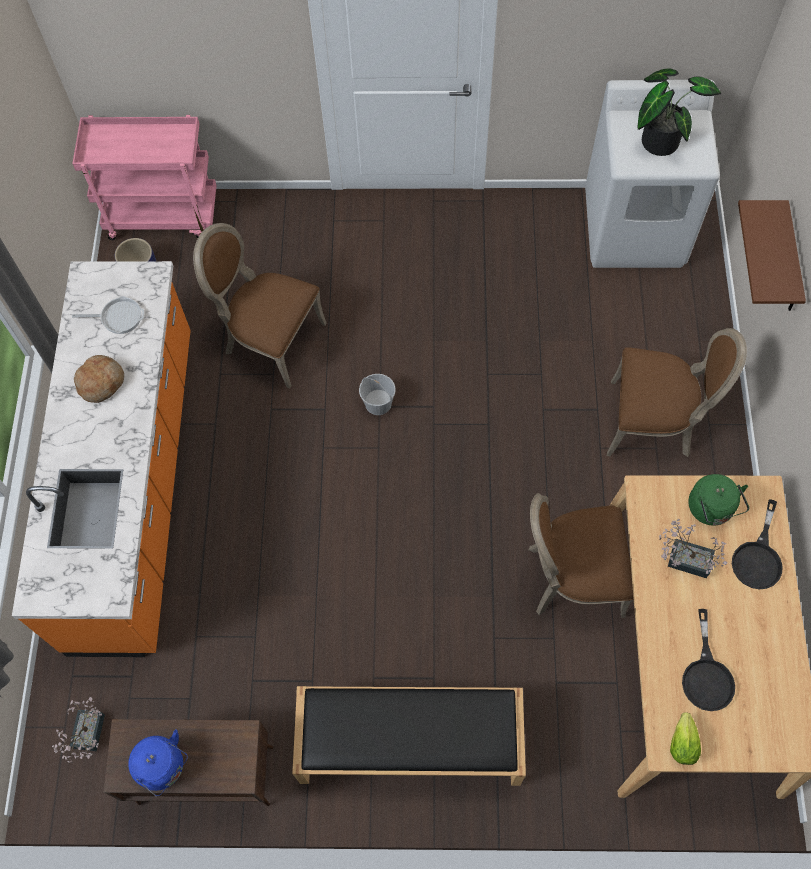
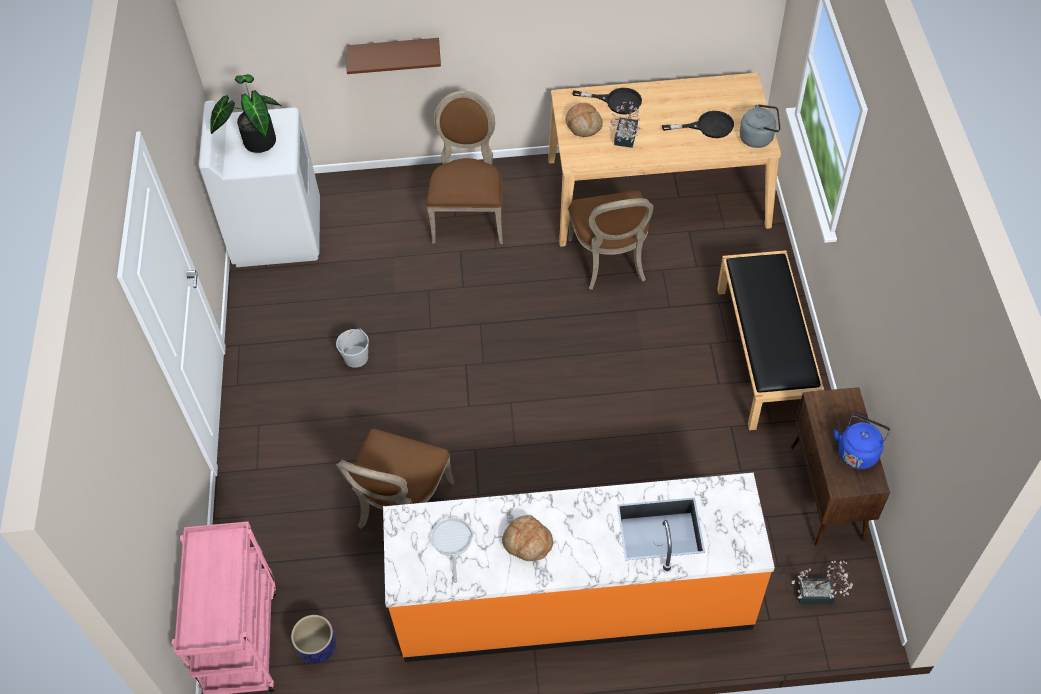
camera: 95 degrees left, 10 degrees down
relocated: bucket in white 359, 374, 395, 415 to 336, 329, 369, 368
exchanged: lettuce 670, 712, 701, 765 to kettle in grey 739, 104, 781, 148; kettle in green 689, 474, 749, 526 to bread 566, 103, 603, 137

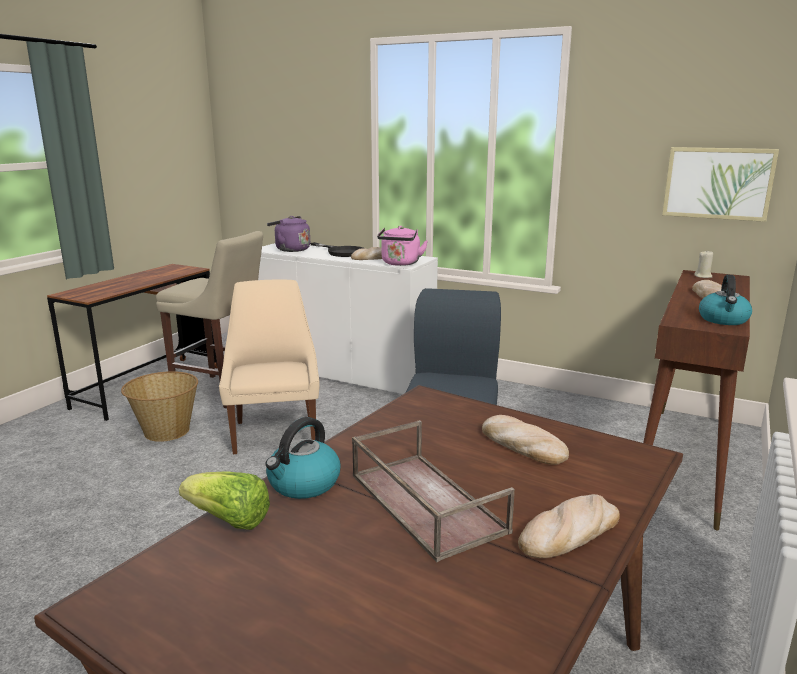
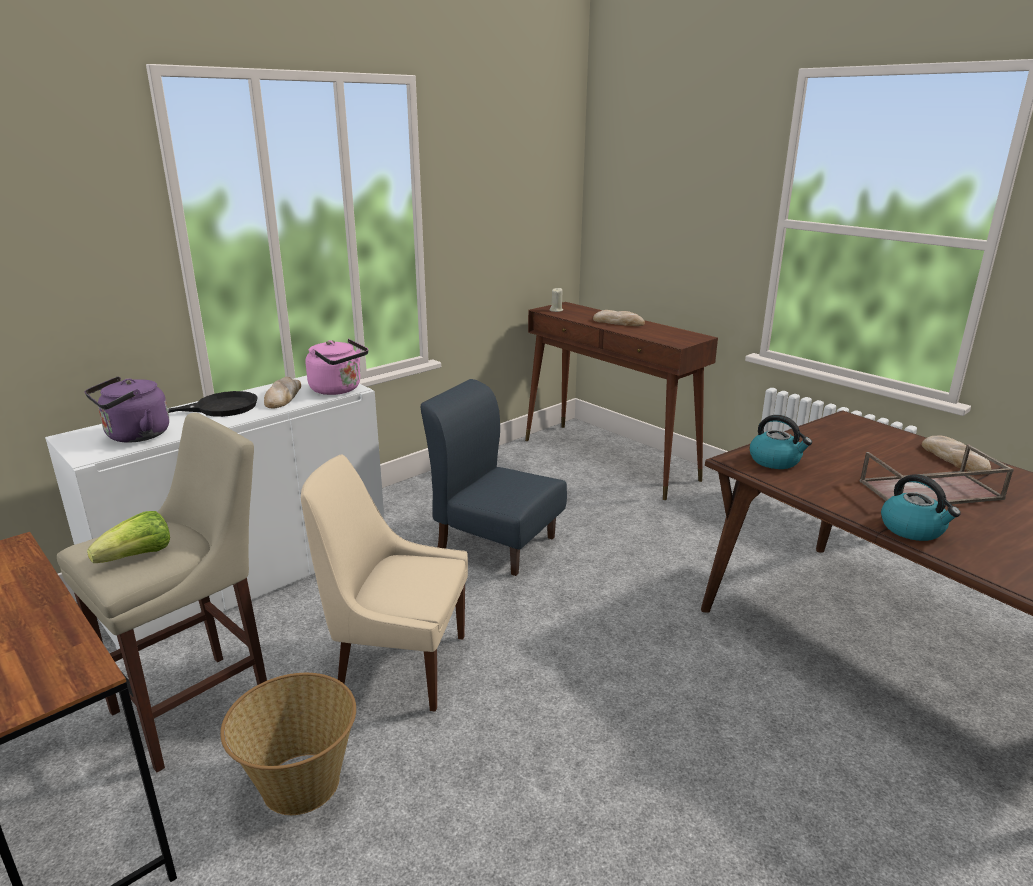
camera: 70 degrees left, 5 degrees up
missing: bread 482, 415, 569, 465; picture 662, 147, 779, 222
relocated: lettuce 179, 471, 270, 530 to 87, 511, 170, 563; kettle 699, 275, 752, 325 to 750, 415, 812, 469

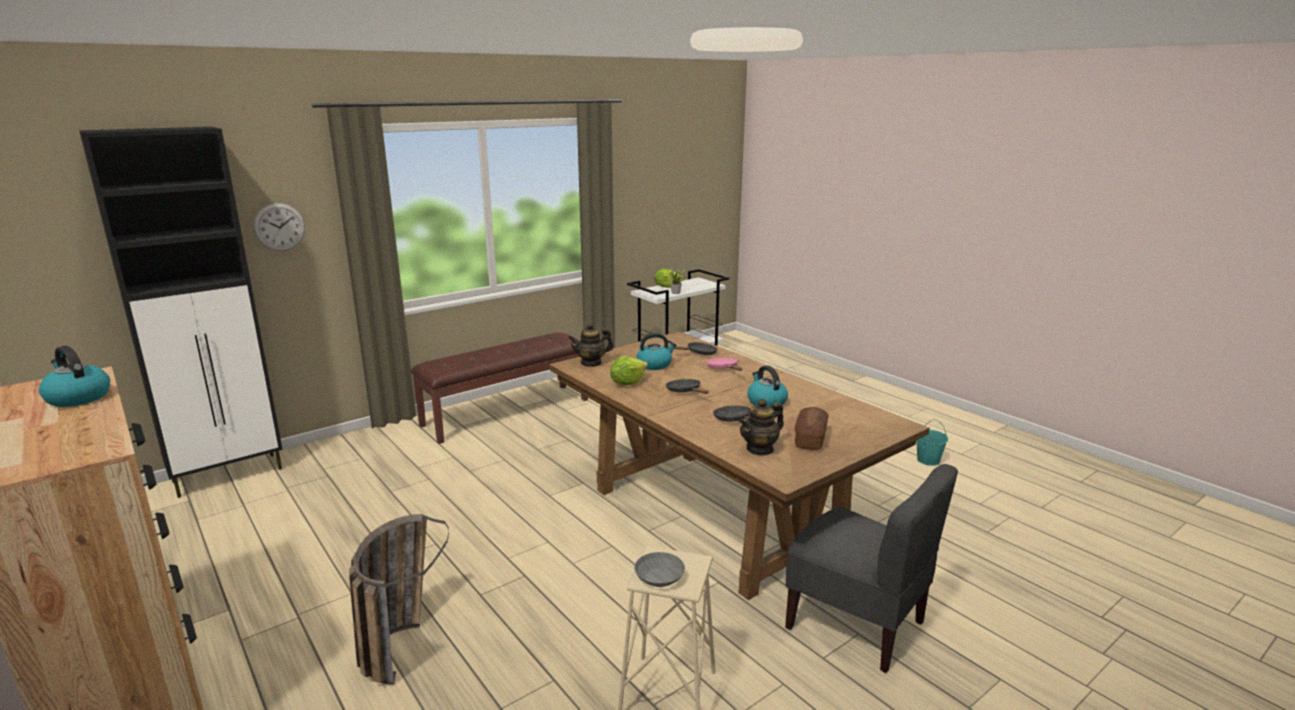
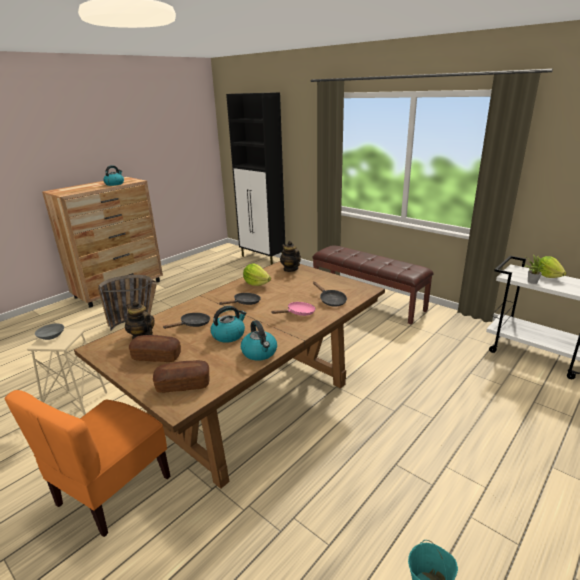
camera: 80 degrees right, 5 degrees up
missing: wall clock 253, 203, 305, 251
appeared: bread 153, 360, 209, 393
relocated: kettle 636, 333, 676, 370 to 241, 320, 277, 361
colour: chair in grey 785, 464, 958, 673 to chair in orange 4, 390, 170, 537

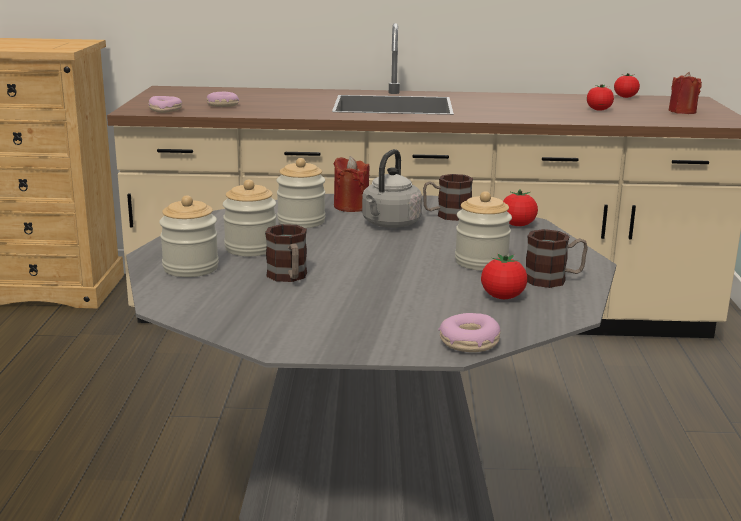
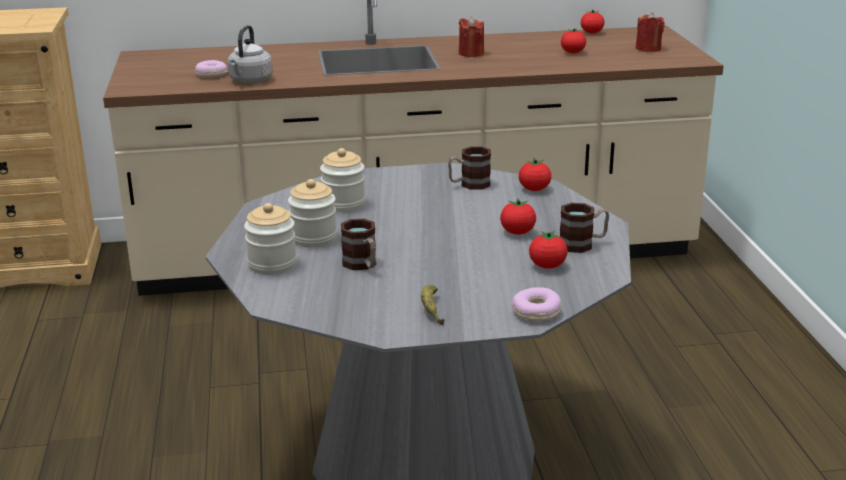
camera: 10 degrees left, 5 degrees up
missing: donut 148, 96, 182, 113
appeared: banana 421, 285, 444, 325
relocated: candle in red 334, 156, 369, 212 to 459, 17, 484, 57; kettle in grey 362, 149, 422, 228 to 228, 25, 273, 83
exchanged: jar 455, 191, 512, 271 to tomato 500, 198, 536, 235

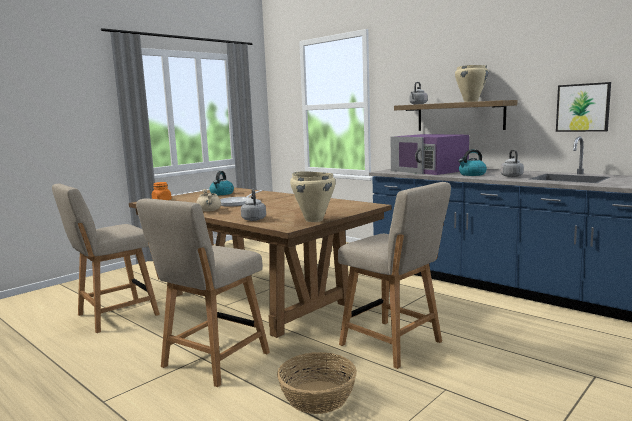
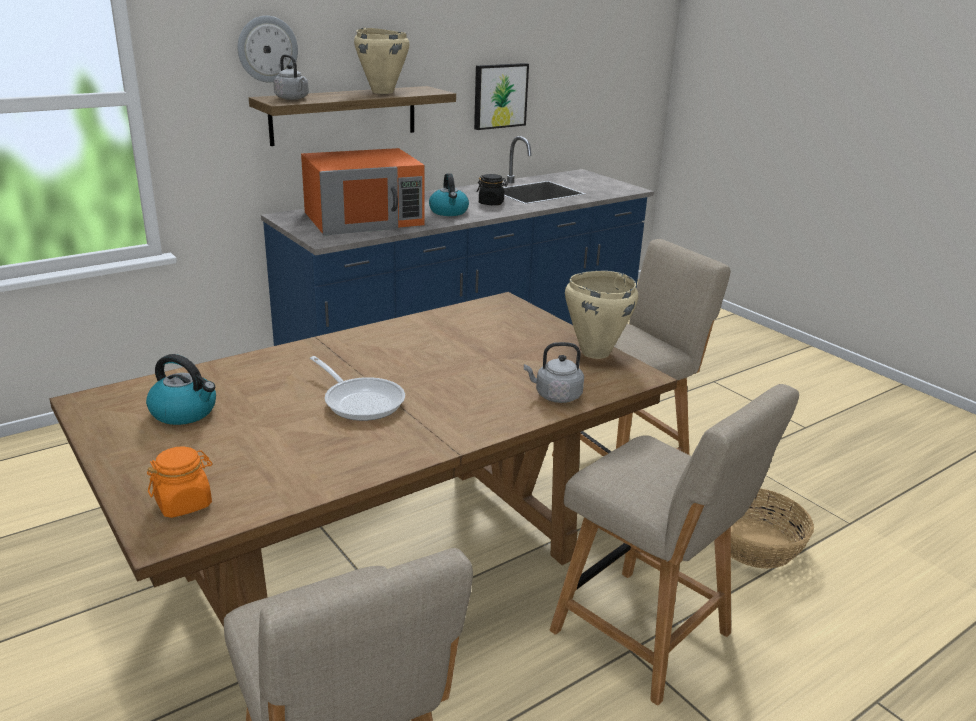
camera: 80 degrees left, 15 degrees up
missing: cooking pot in beige 196, 189, 221, 211
appeared: wall clock 238, 16, 298, 82
exchanged: kettle in grey 501, 150, 524, 177 to jar in black 477, 174, 508, 205
colour: microwave in purple 391, 134, 469, 175 to microwave in orange 301, 148, 425, 236

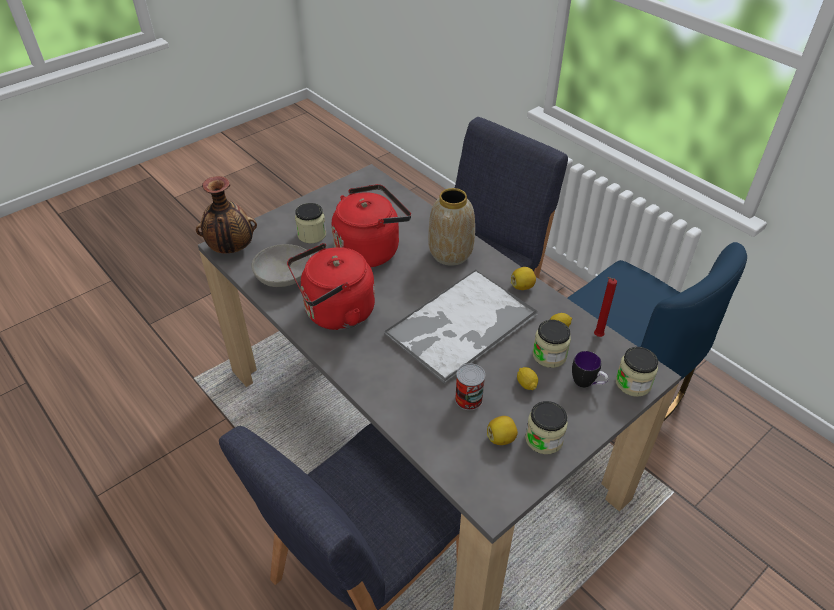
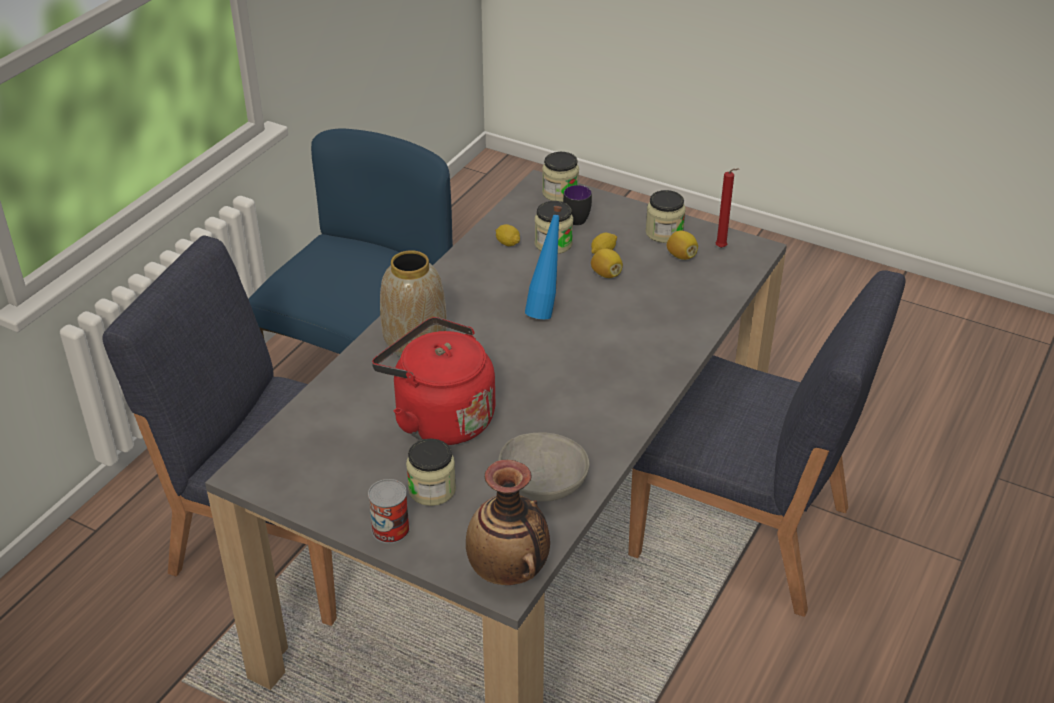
camera: 110 degrees left, 5 degrees down
missing: kettle in red 287, 243, 375, 330
relocated: can 455, 363, 485, 410 to 368, 479, 410, 544; lemon 511, 267, 536, 290 to 591, 248, 623, 278; candle in red 594, 277, 617, 337 to 716, 168, 739, 248
exchanged: tray 384, 270, 537, 384 to bottle in blue 525, 206, 562, 319

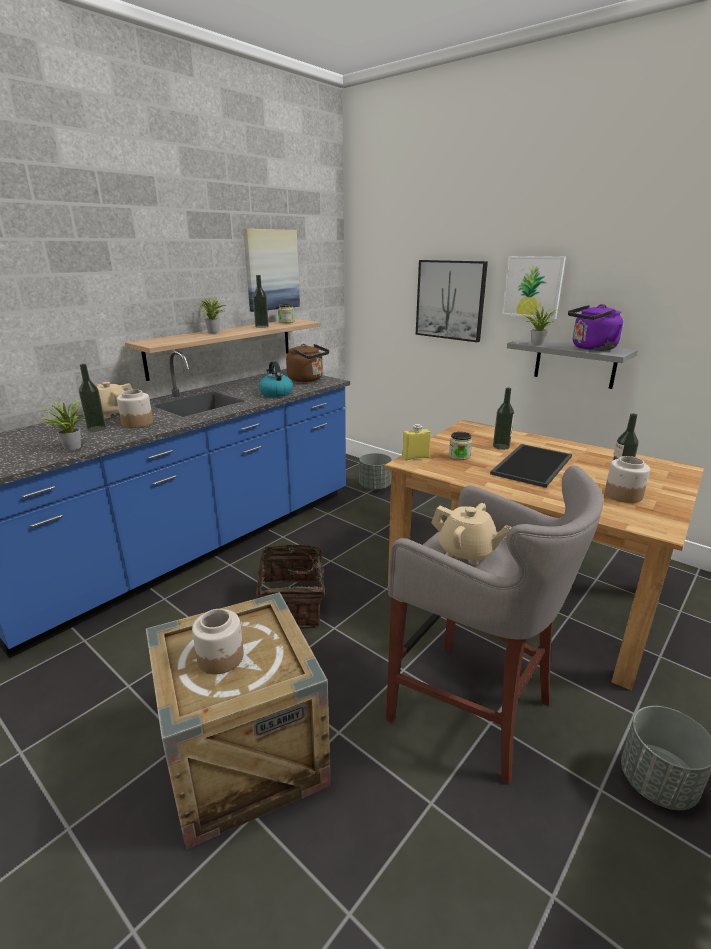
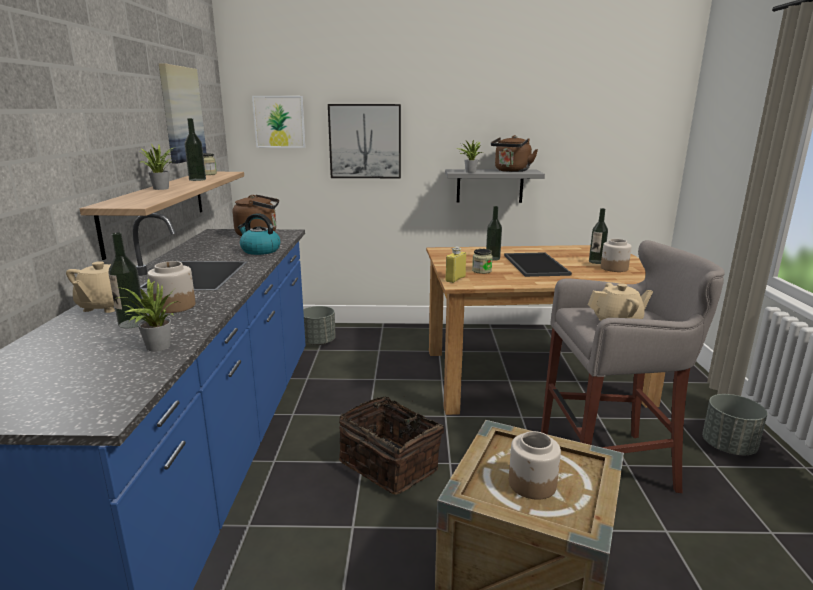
camera: 40 degrees left, 5 degrees down
relocated: picture 502, 256, 566, 319 to 252, 96, 306, 148
colour: kettle in purple 568, 304, 623, 351 to kettle in brown 491, 135, 538, 172

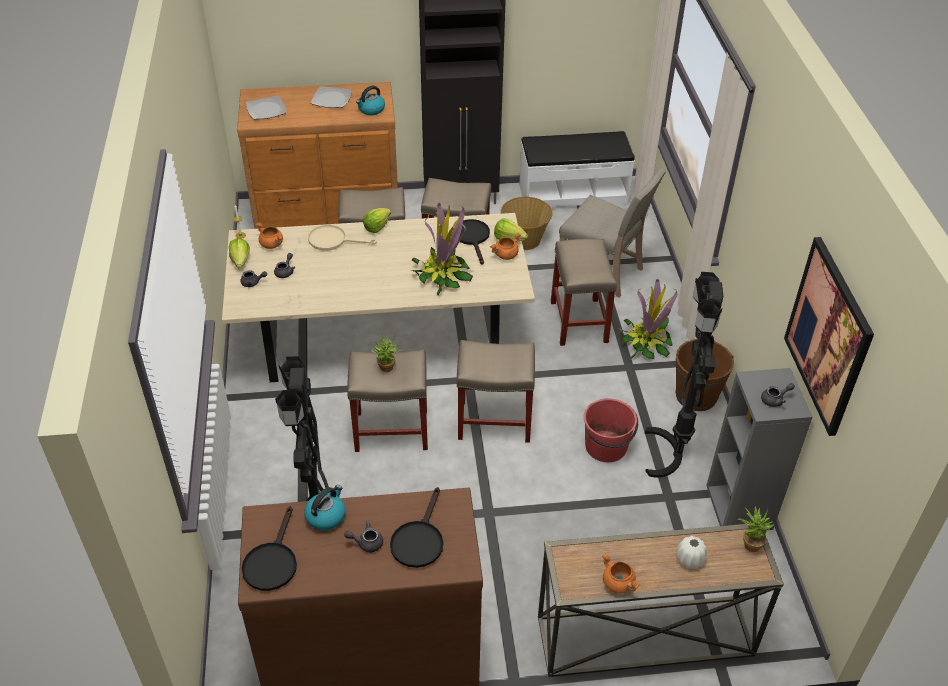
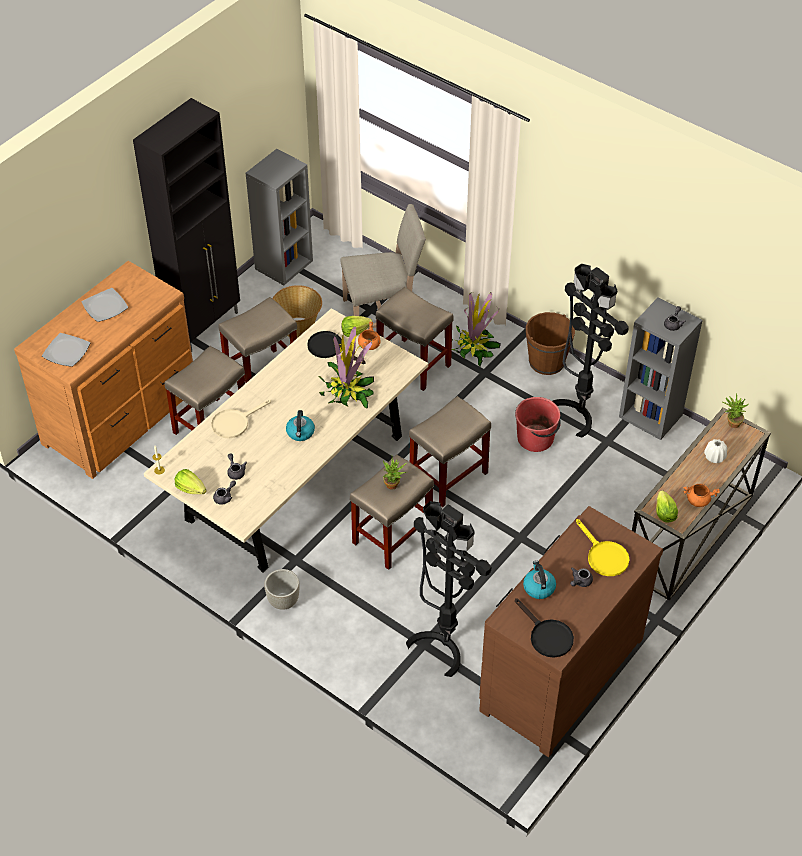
camera: 45 degrees left, 5 degrees up
missing: cooking pot in orange 256, 223, 283, 249; picture 784, 237, 874, 436
appeared: planter in grey 264, 569, 300, 610
relocated: kettle 356, 86, 385, 115 to 286, 410, 315, 441; lettuce 363, 208, 391, 233 to 656, 490, 678, 522
exchanged: bench in white 519, 131, 635, 209 to bookcase in grey 246, 149, 313, 285
colour: frying pan in black 390, 487, 443, 568 to frying pan in yellow 576, 519, 630, 576

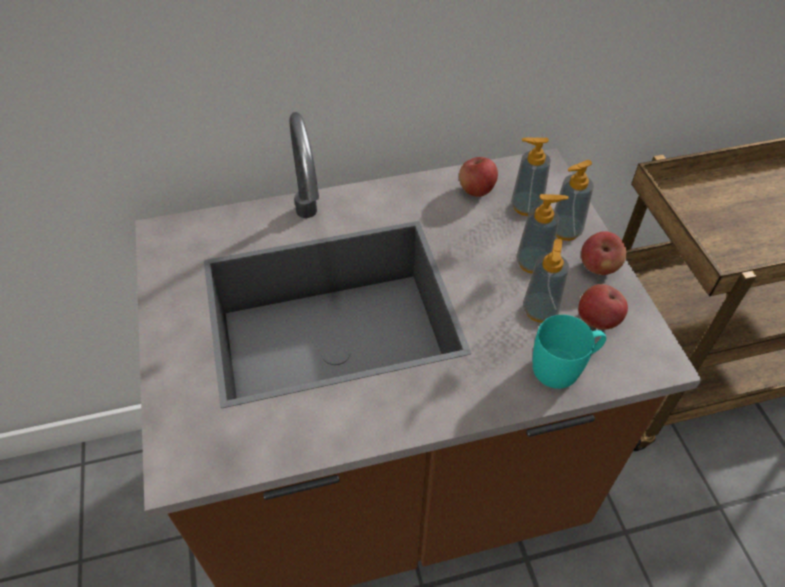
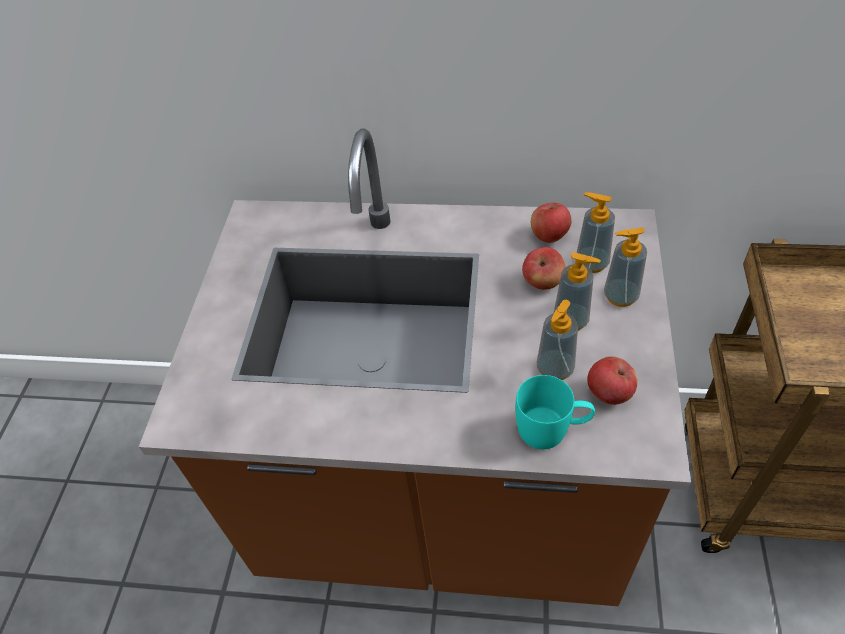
camera: 25 degrees right, 0 degrees up
relocated: apple 581, 231, 627, 275 to 522, 247, 565, 290

